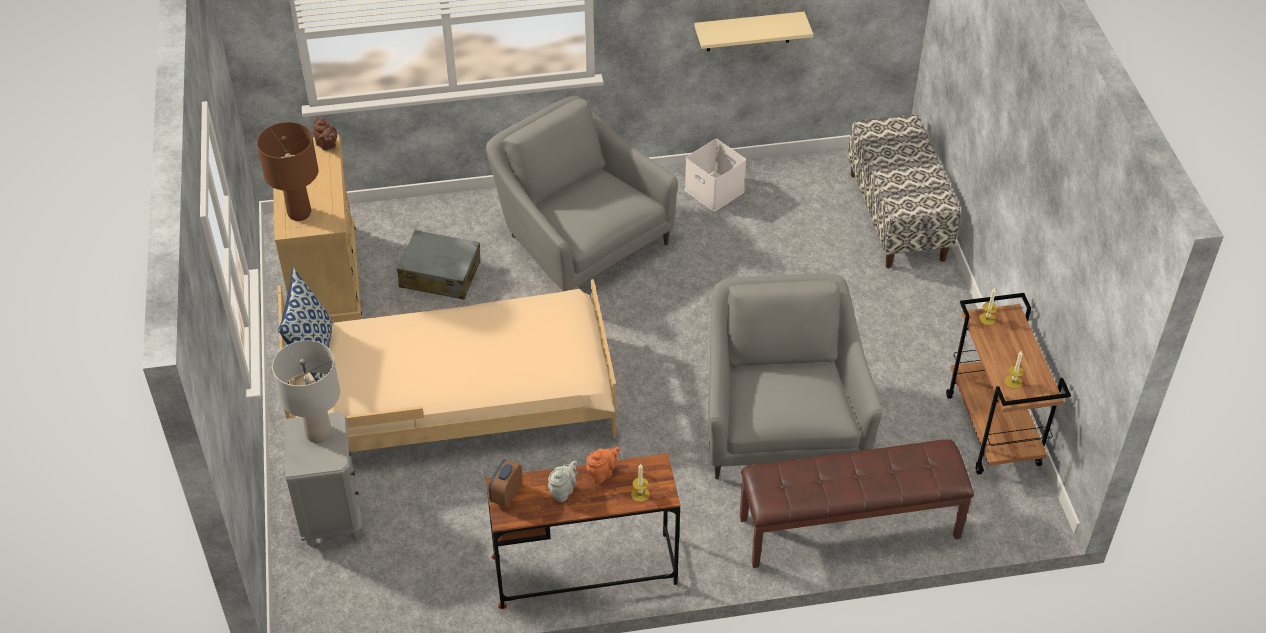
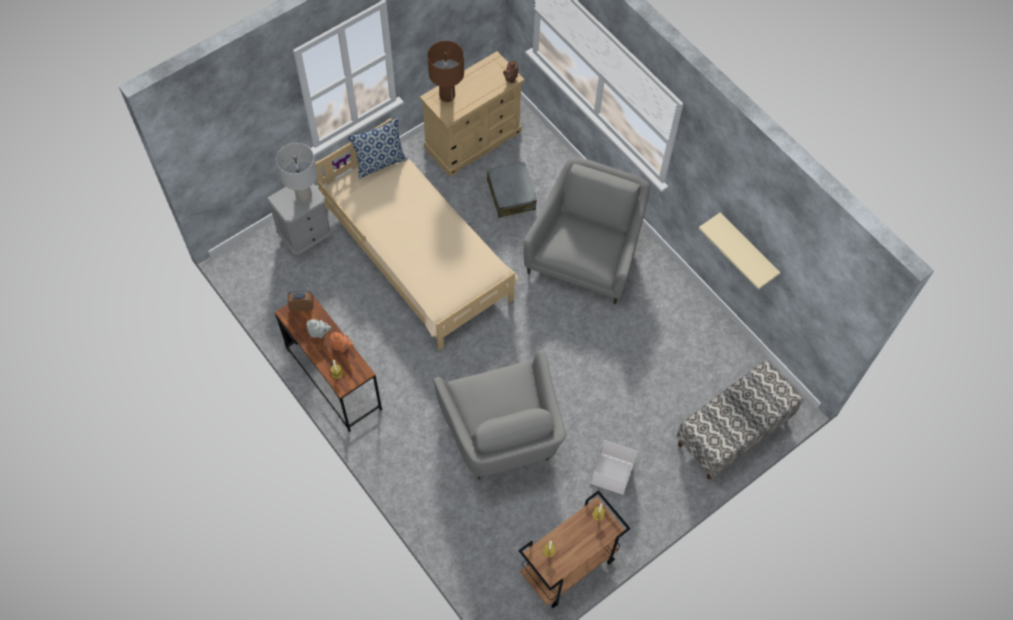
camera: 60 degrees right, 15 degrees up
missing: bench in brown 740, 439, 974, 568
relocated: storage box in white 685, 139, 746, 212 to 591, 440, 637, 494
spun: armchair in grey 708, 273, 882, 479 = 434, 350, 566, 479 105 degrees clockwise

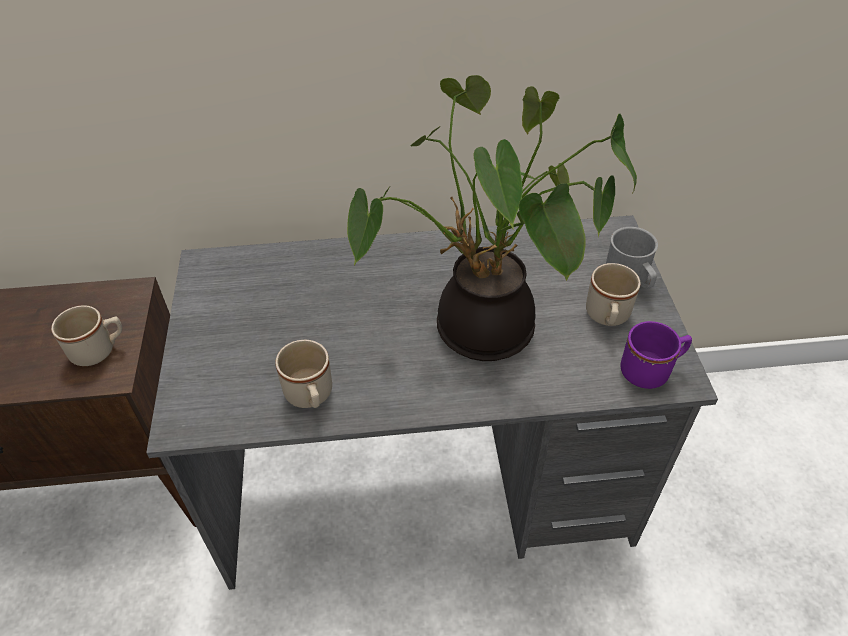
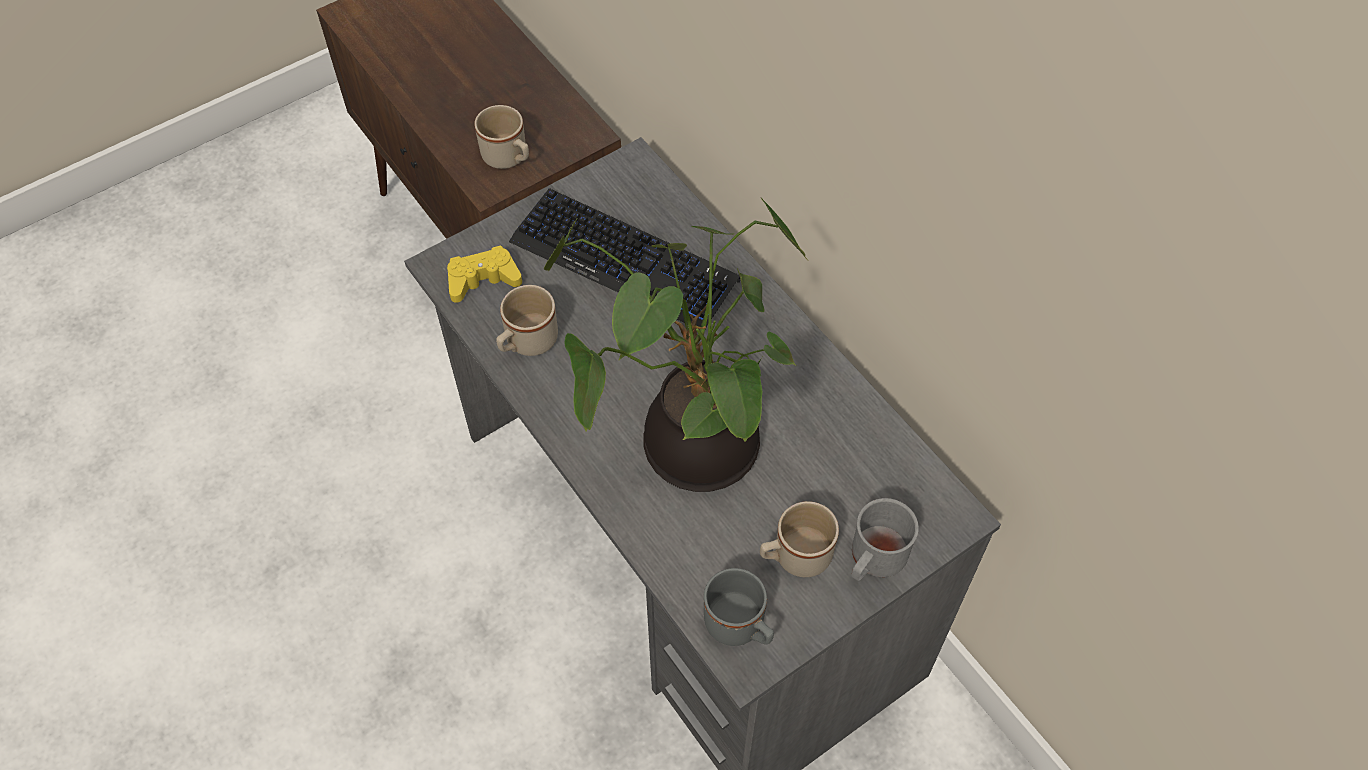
camera: 60 degrees right, 10 degrees up
appeared: game controller in yellow 447, 245, 522, 303; keyboard 509, 188, 740, 329
colour: mug in purple 620, 321, 692, 389 to mug in grey 704, 568, 774, 646

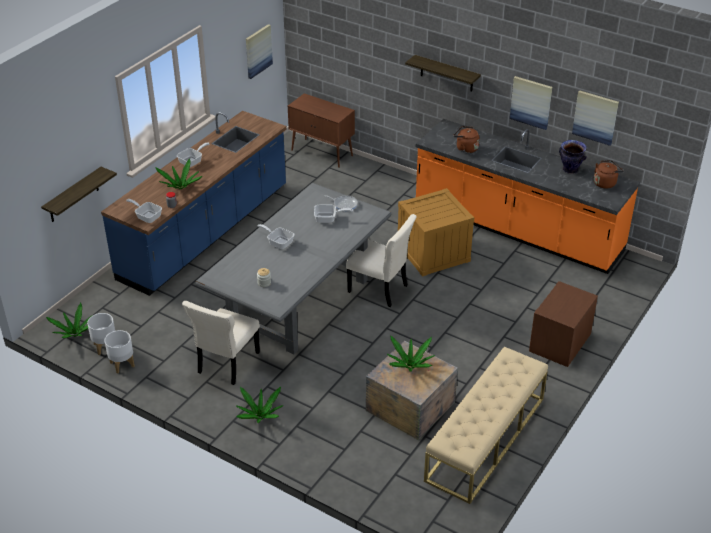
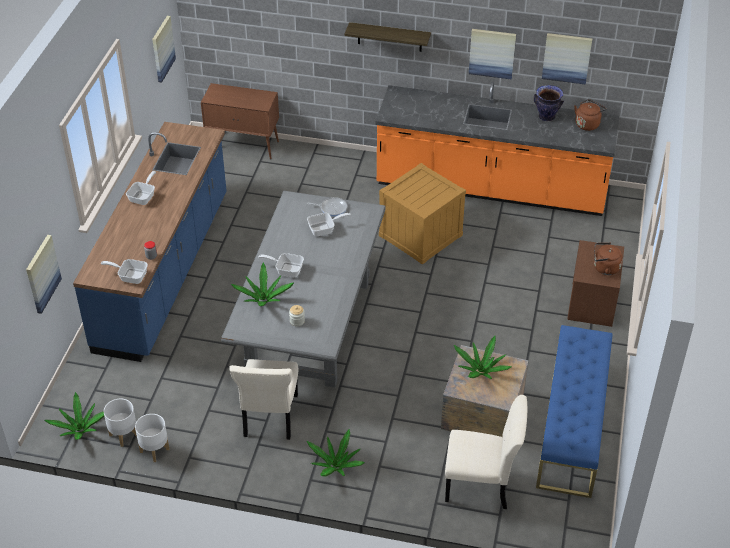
camera: 20 degrees left, 5 degrees up
relocated: potted plant 155, 158, 203, 189 to 231, 262, 294, 306; chair in beige 346, 214, 417, 307 to 445, 395, 527, 509; kettle in brown 453, 126, 480, 153 to 594, 242, 622, 275
exchanged: shelf 41, 167, 117, 222 to picture 26, 235, 62, 314
colour: bench in beige 424, 347, 548, 504 to bench in blue 536, 325, 613, 498

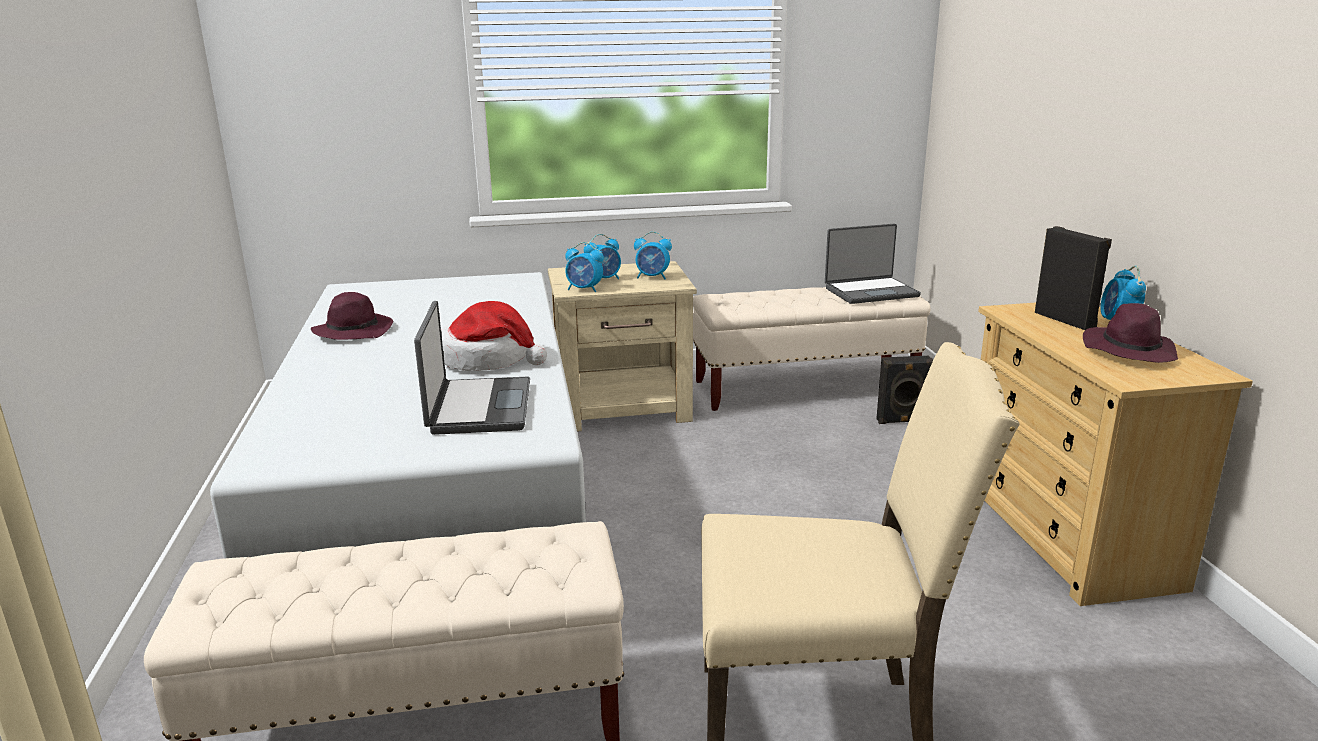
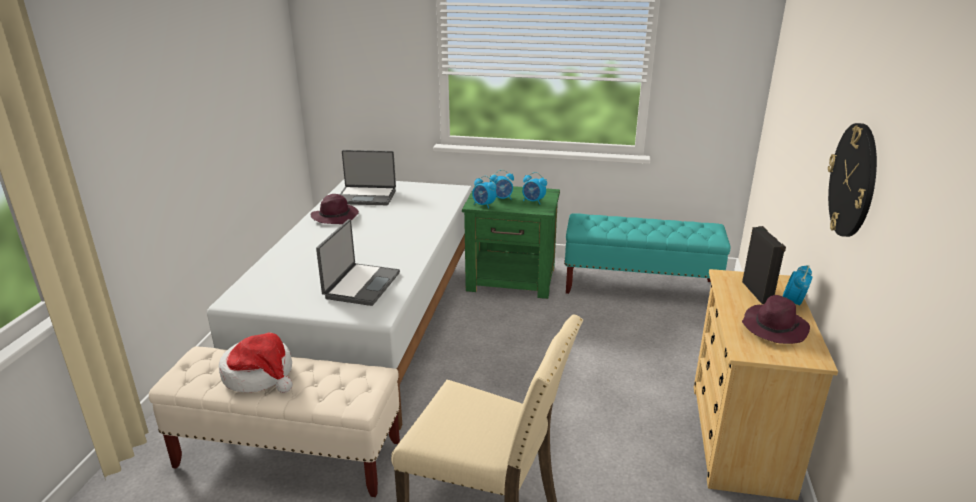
camera: 20 degrees right, 5 degrees up
missing: speaker in black 876, 356, 933, 424
appeared: wall clock 828, 123, 877, 237
relocated: hat 441, 301, 547, 371 to 219, 333, 293, 393; laptop 825, 224, 921, 304 to 340, 150, 396, 205
colour: nightstand in beige 548, 261, 697, 432 to nightstand in green 462, 186, 560, 299; bench in beige 693, 287, 930, 411 to bench in turquoise 564, 213, 730, 294

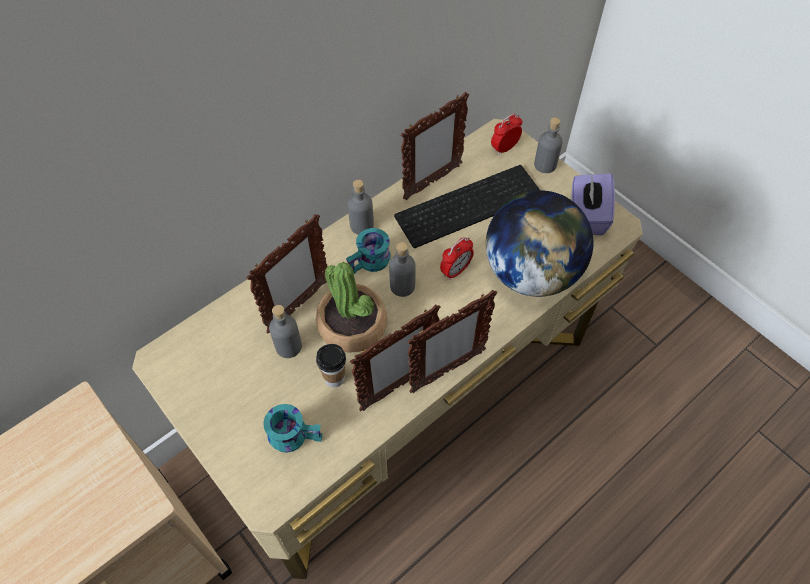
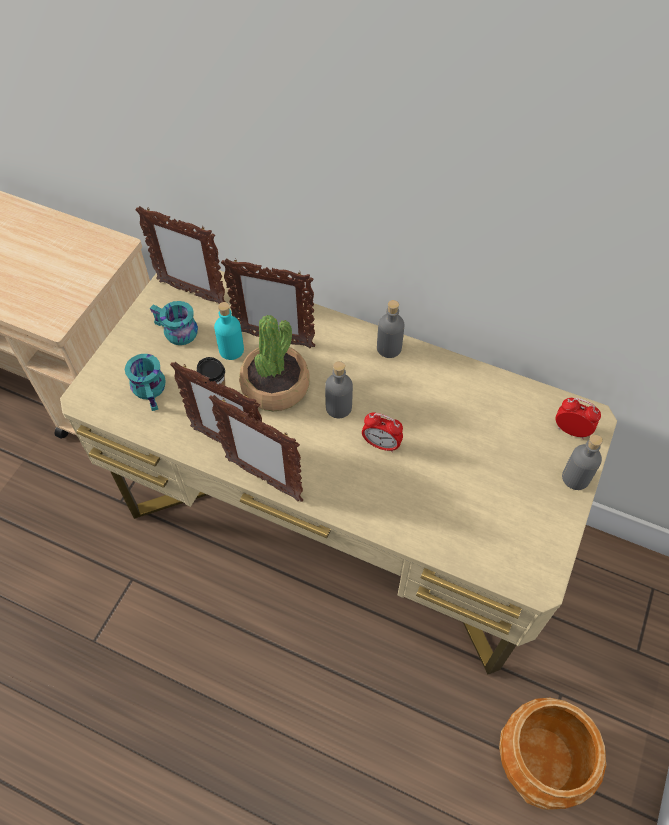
camera: 65 degrees right, 0 degrees up
missing: keyboard 394, 165, 540, 248; globe 486, 190, 593, 297; tissue box in purple 571, 174, 615, 235
appeared: planter in brown 499, 698, 606, 810
relocated: mug in turquoise 346, 228, 391, 274 to 150, 301, 198, 345; picture frame 401, 92, 469, 200 to 135, 206, 226, 304
colour: bottle in grey 269, 305, 302, 358 to bottle in turquoise 214, 302, 244, 360

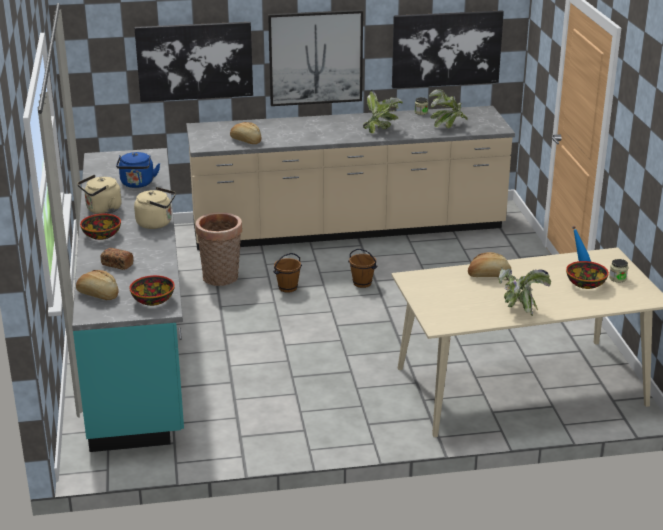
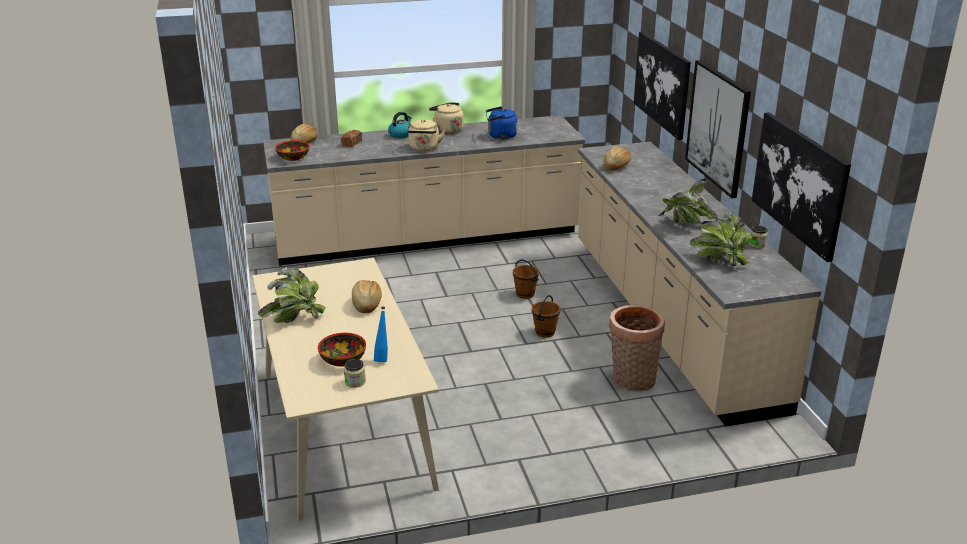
camera: 85 degrees right, 0 degrees up
relocated: basket 196, 212, 242, 286 to 609, 305, 665, 391
exchanged: bowl 80, 214, 121, 240 to kettle 388, 112, 412, 138
colour: counter in turquoise 72, 148, 184, 452 to counter in beige 263, 115, 585, 265

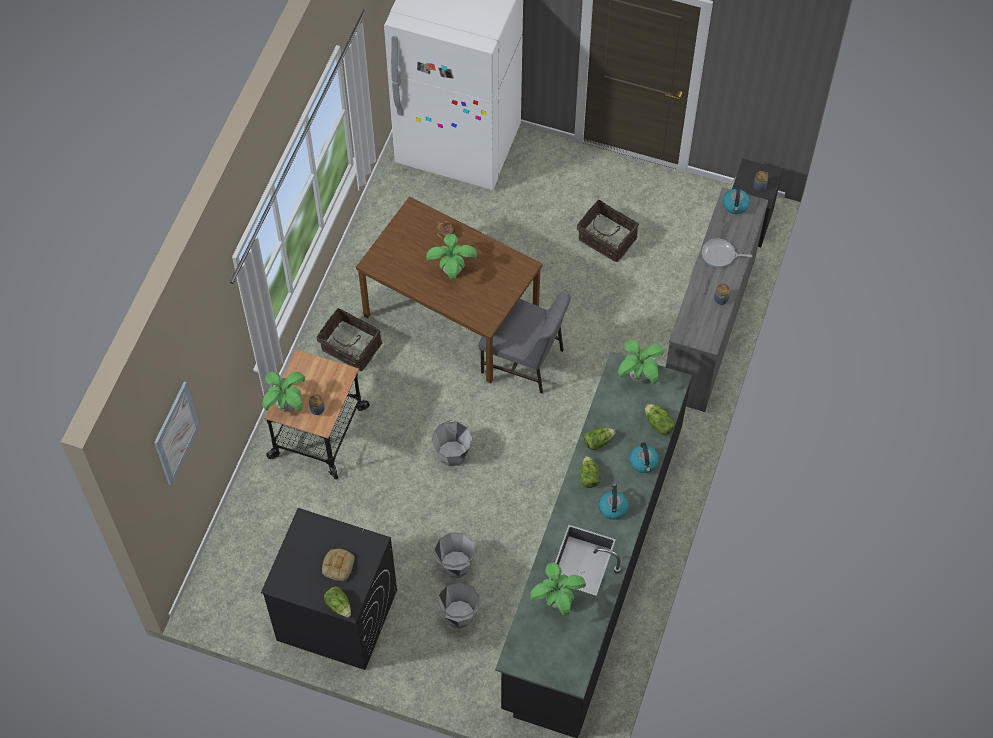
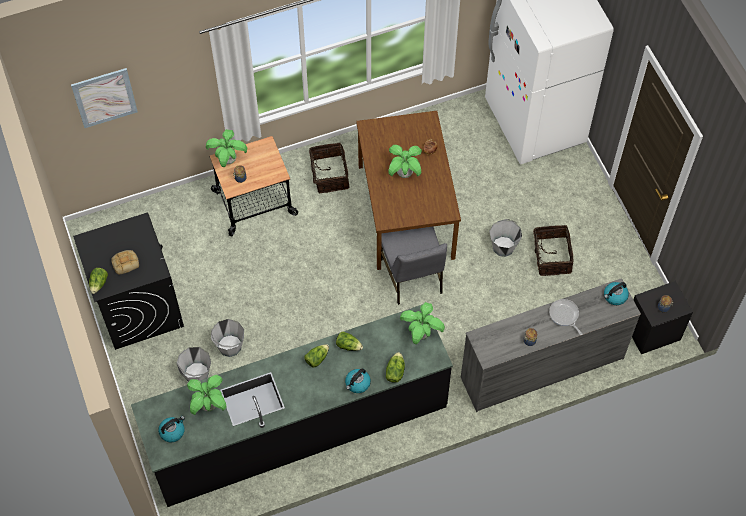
camera: 50 degrees right, 0 degrees up
relocated: bucket in grey 431, 420, 472, 466 to 489, 219, 522, 257; kettle 599, 483, 629, 520 to 158, 416, 185, 442

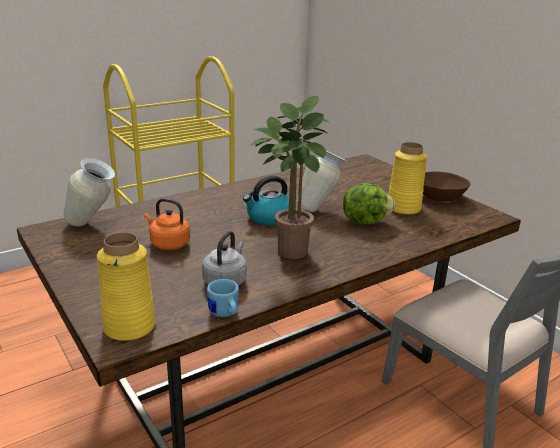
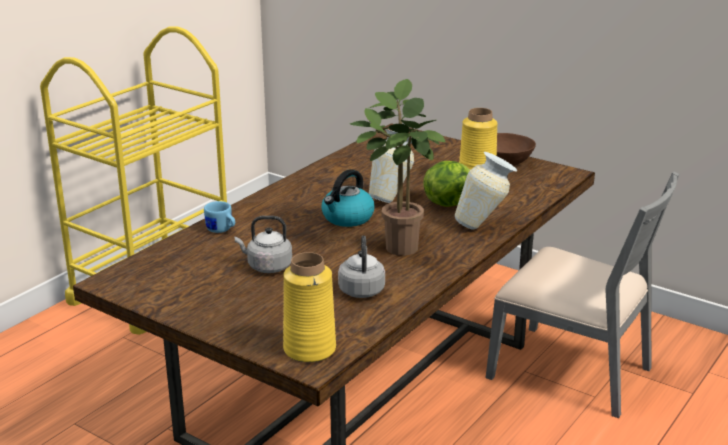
camera: 20 degrees left, 0 degrees up
relocated: vase 63, 158, 115, 226 to 455, 152, 517, 230; mug in blue 207, 279, 239, 317 to 204, 201, 235, 233
colour: kettle in orange 144, 198, 190, 250 to kettle in grey 235, 216, 292, 273

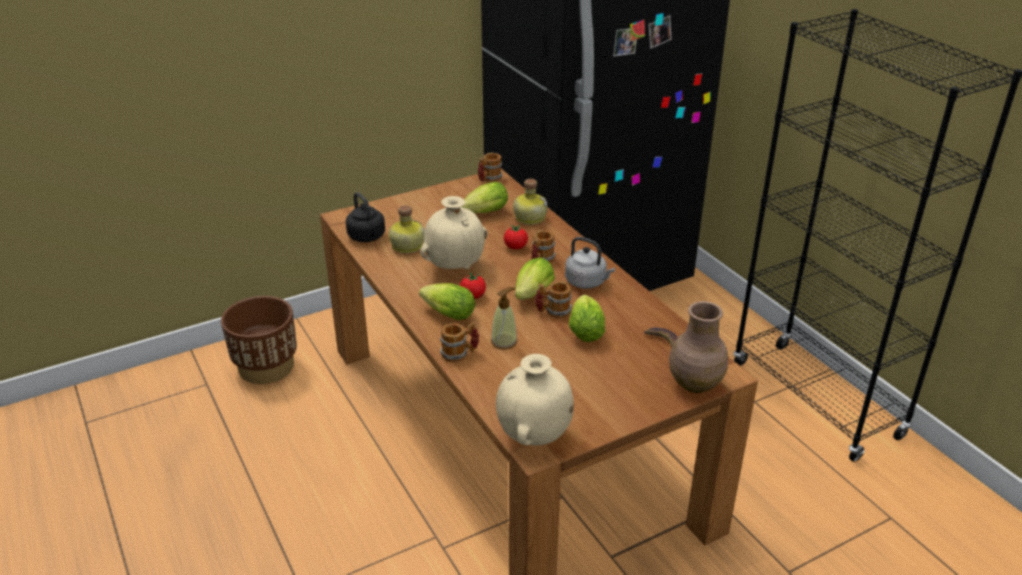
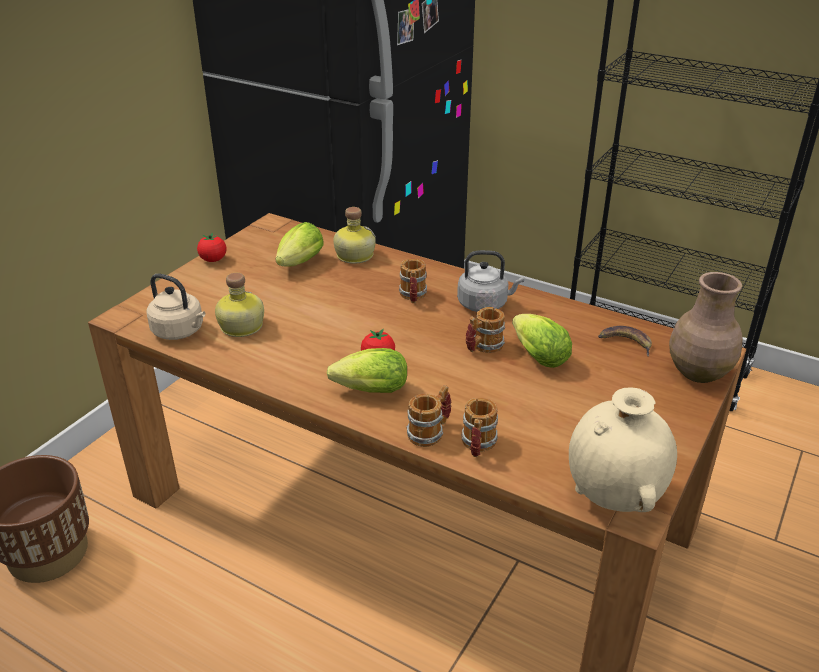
camera: 30 degrees left, 0 degrees up
missing: vase in beige 420, 196, 488, 269; soap dispenser 491, 287, 517, 350; lettuce 515, 258, 555, 300
relocated: mug 478, 153, 503, 182 to 462, 398, 498, 457; tomato 504, 225, 528, 249 to 197, 233, 227, 262
colour: kettle in black 346, 192, 385, 242 to kettle in beige 146, 274, 205, 340

